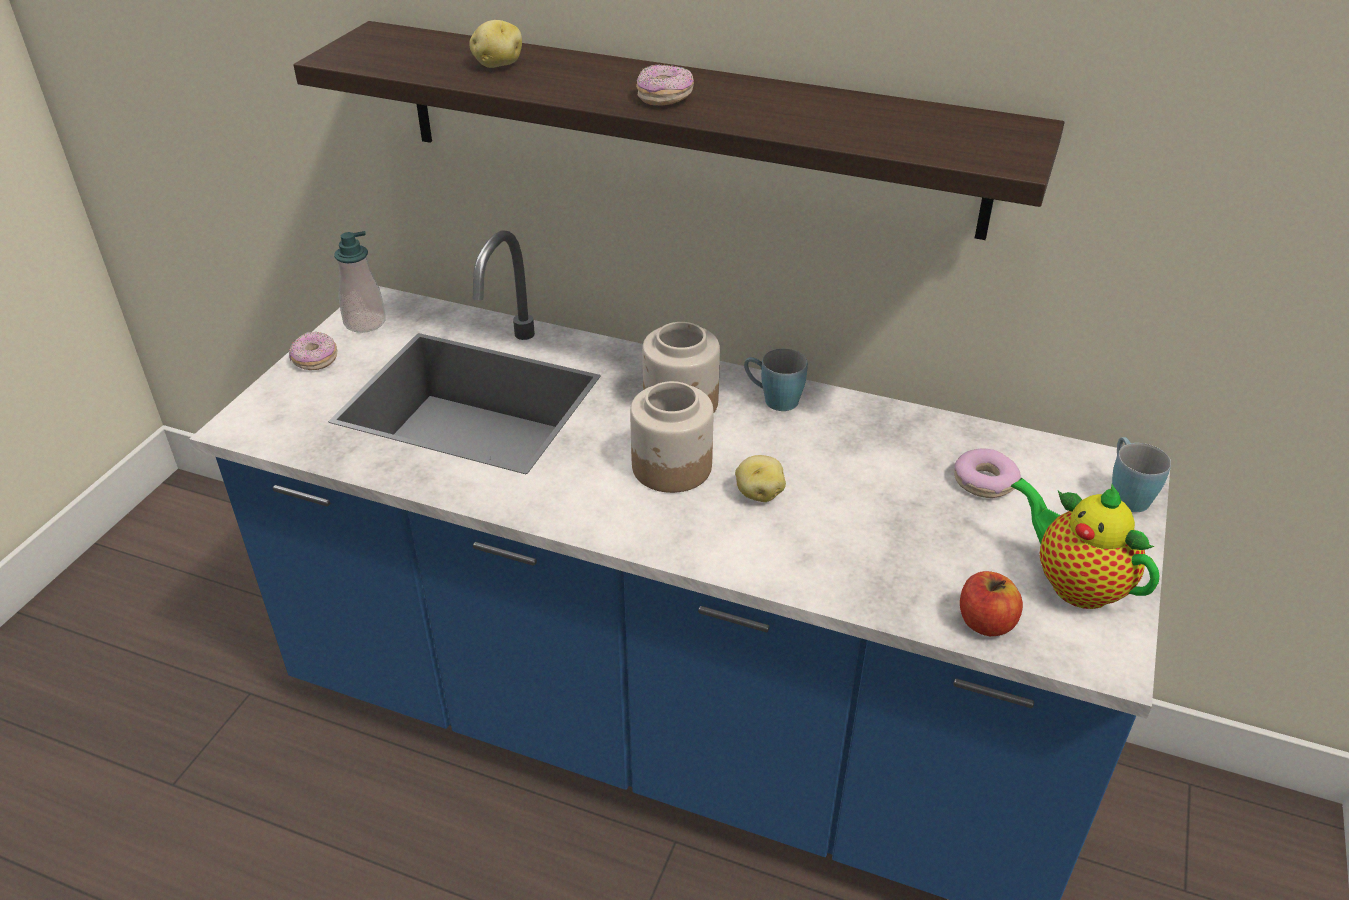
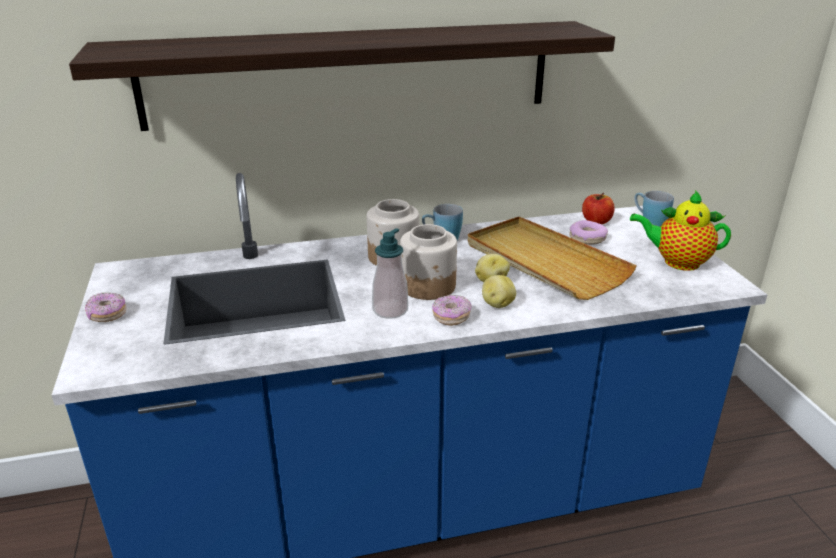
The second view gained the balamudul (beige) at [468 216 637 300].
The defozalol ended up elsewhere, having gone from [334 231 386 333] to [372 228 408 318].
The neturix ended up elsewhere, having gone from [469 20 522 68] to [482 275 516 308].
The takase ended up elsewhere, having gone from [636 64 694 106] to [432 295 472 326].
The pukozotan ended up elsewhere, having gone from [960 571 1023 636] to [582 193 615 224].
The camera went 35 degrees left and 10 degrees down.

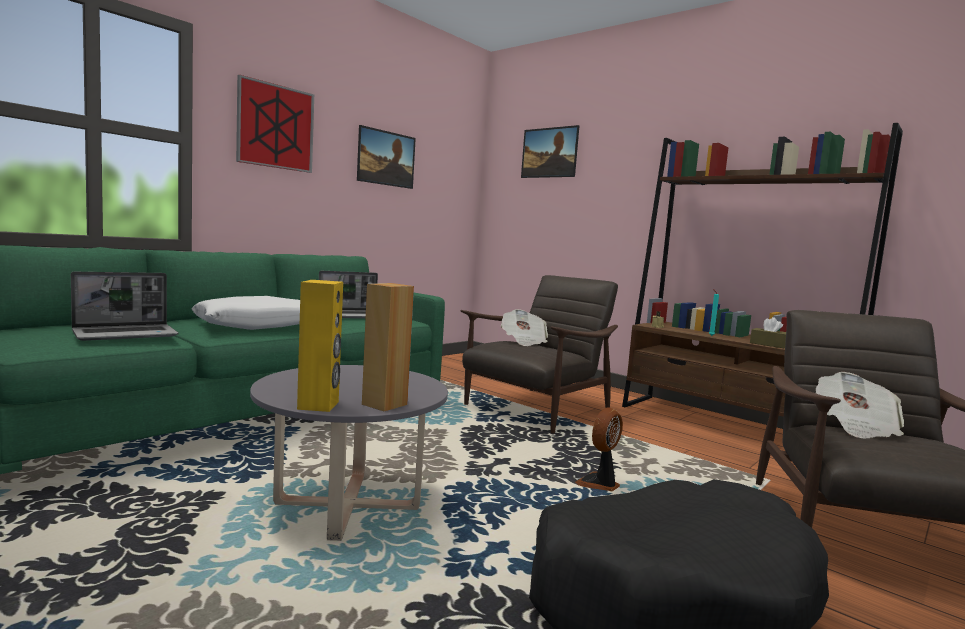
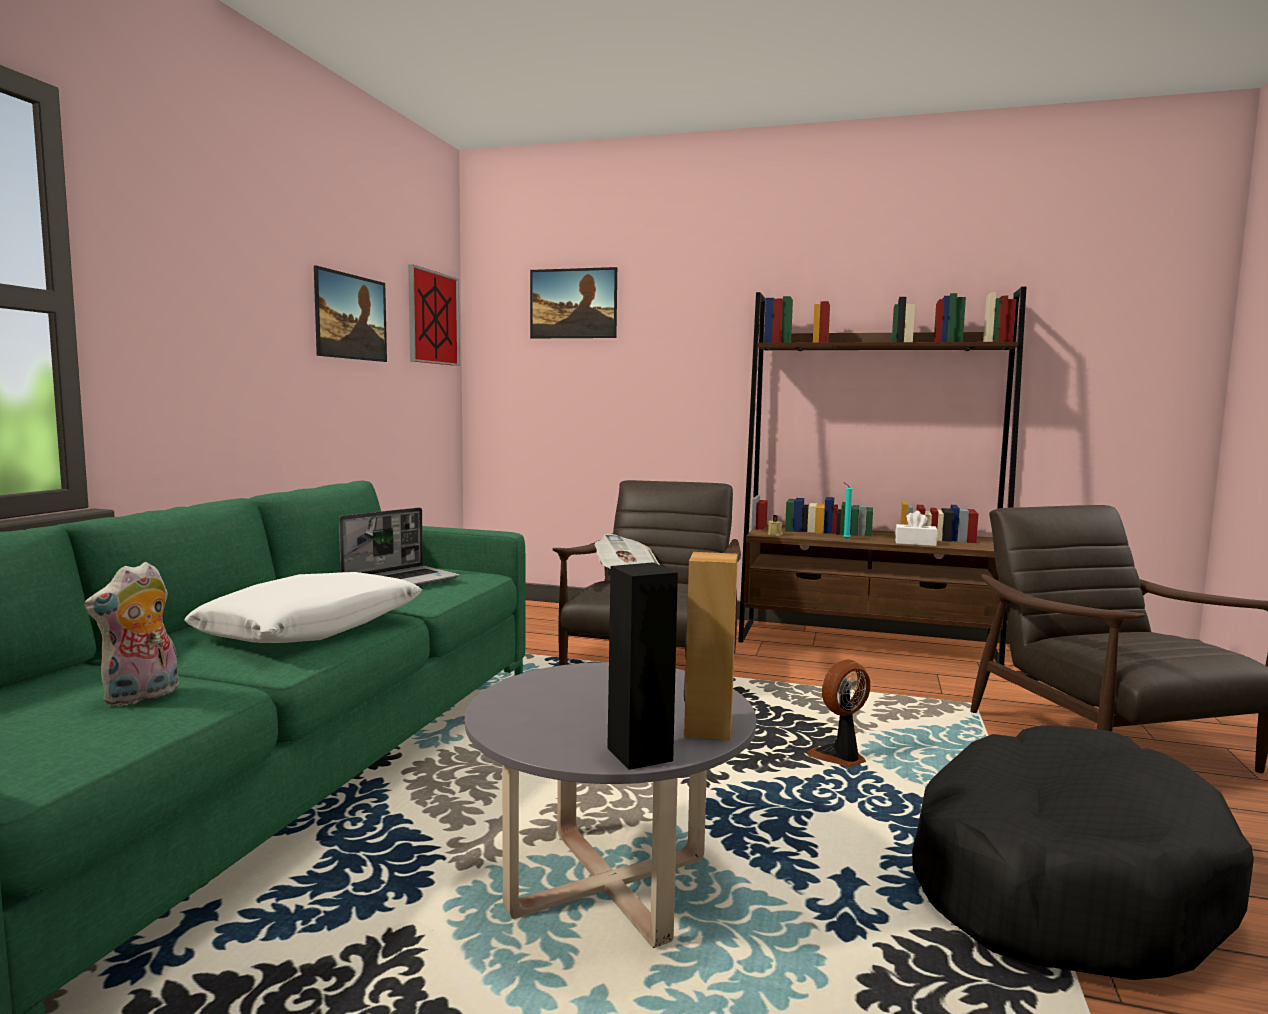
The second view lost the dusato at [816 372 904 438].
The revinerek ended up elsewhere, having gone from [236 75 314 173] to [408 264 460 366].
Where the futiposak stood at [71 272 179 341], the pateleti came to stand at [84 562 179 706].
What was the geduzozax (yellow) at [297 280 343 412] turned into the geduzozax (black) at [607 562 678 770].
What was the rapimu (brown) at [750 317 786 348] turned into the rapimu (white) at [895 511 938 546].
The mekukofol at [575 407 623 491] ended up facing another way, 45 degrees clockwise from before.
The camera went 25 degrees left and 0 degrees up.

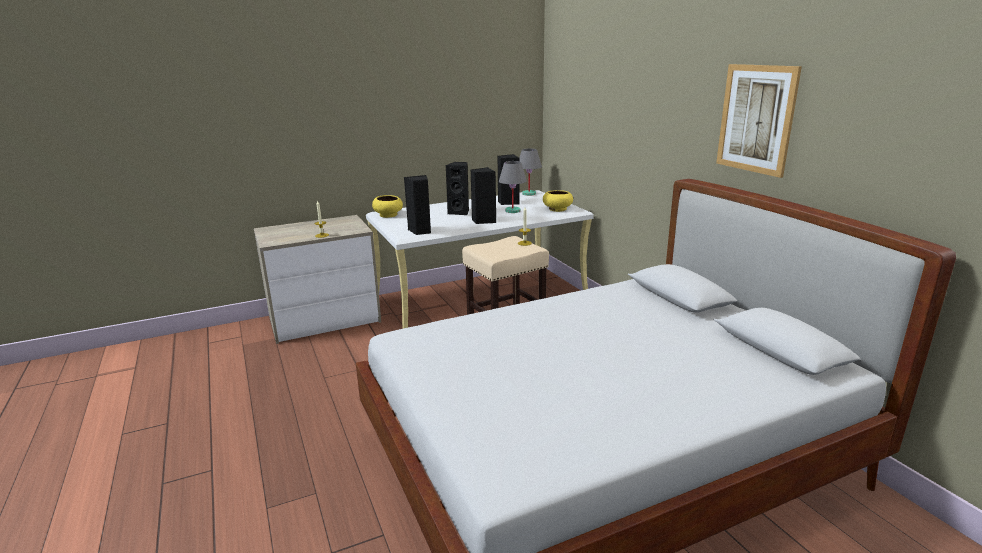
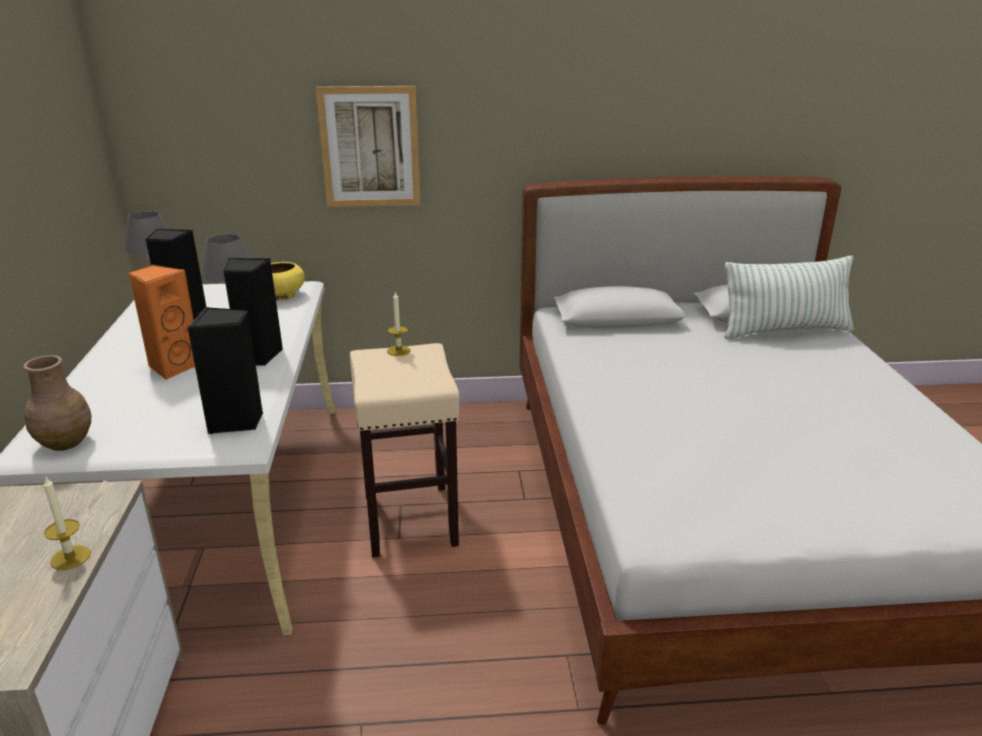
The second view gained the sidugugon at [724 256 854 339].
The revinerek ended up elsewhere, having gone from [716 64 802 178] to [316 86 421 207].
Where the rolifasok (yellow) stood at [372 195 403 218], the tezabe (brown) came to stand at [24 355 91 451].
What was the geduzozax (black) at [446 162 469 215] turned into the geduzozax (orange) at [128 264 195 380].
The camera went 70 degrees left and 5 degrees up.

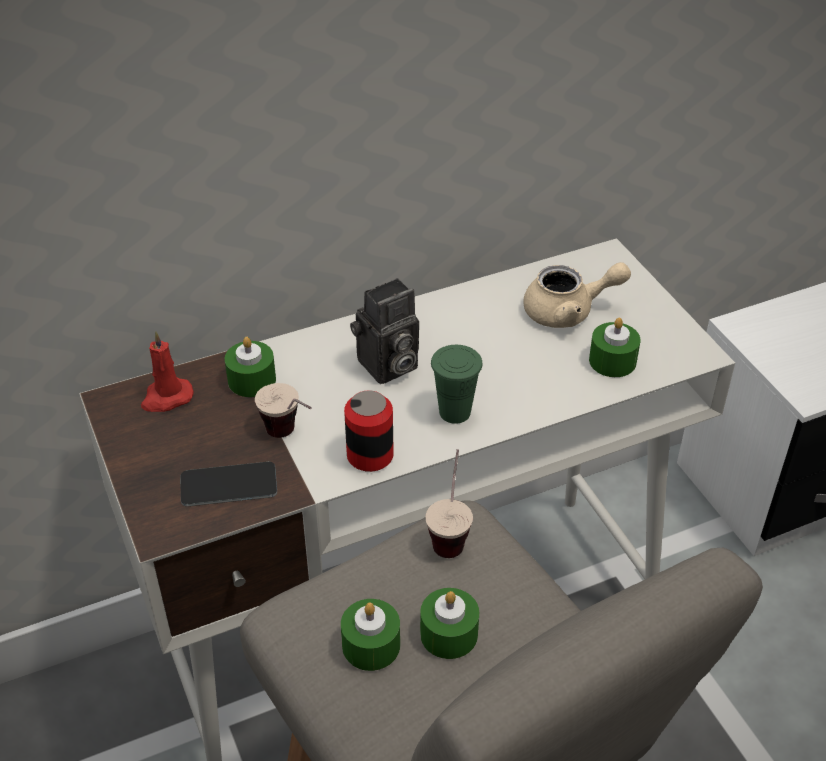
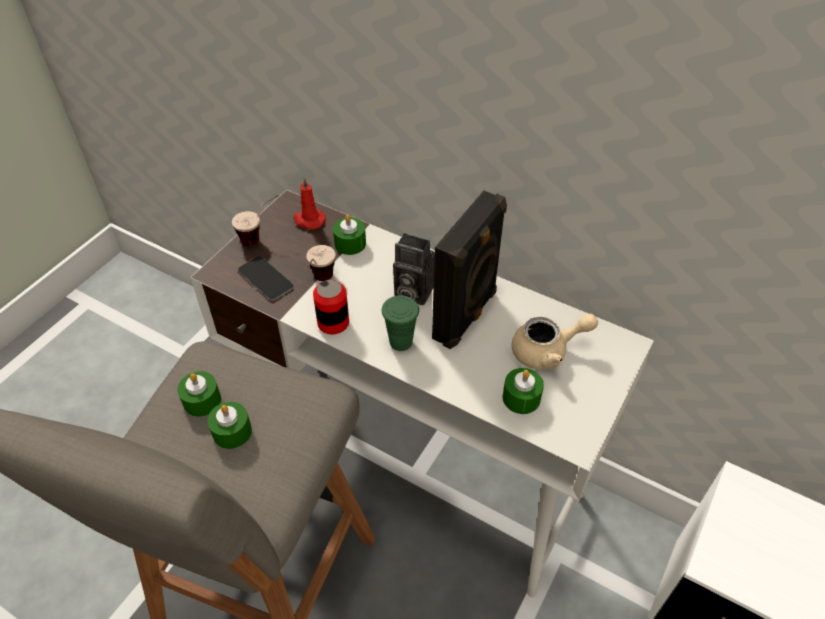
The second view gained the geduzozax (black) at [432 191 507 349].
The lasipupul ended up elsewhere, having gone from [425 449 473 558] to [232 195 278 246].
The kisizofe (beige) at [523 262 631 328] ended up facing another way, 60 degrees counterclockwise from before.
The camera went 55 degrees right and 5 degrees up.

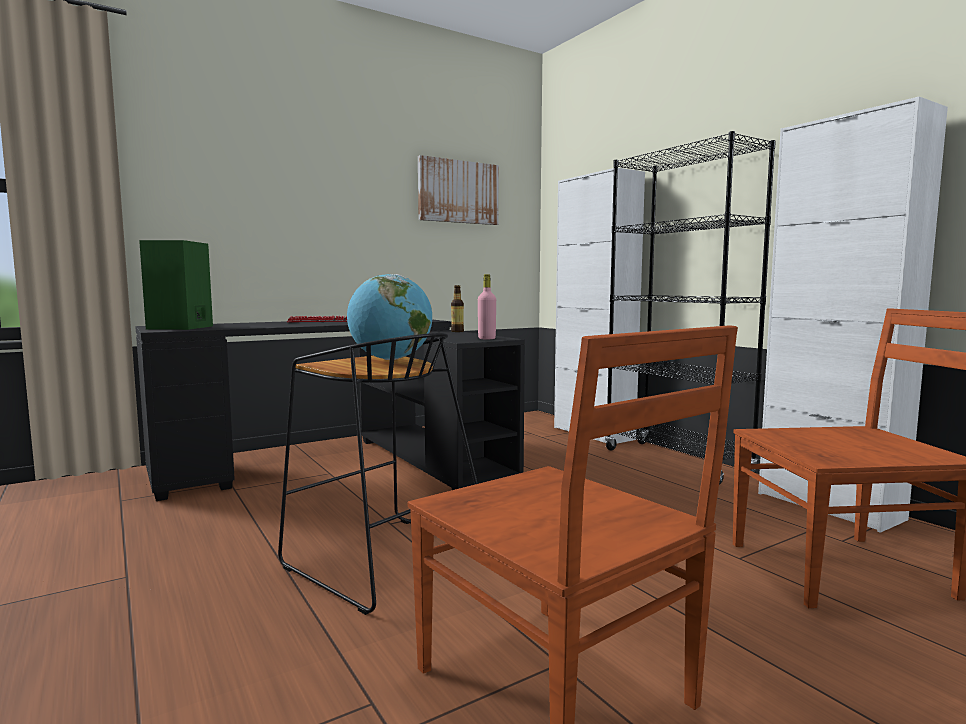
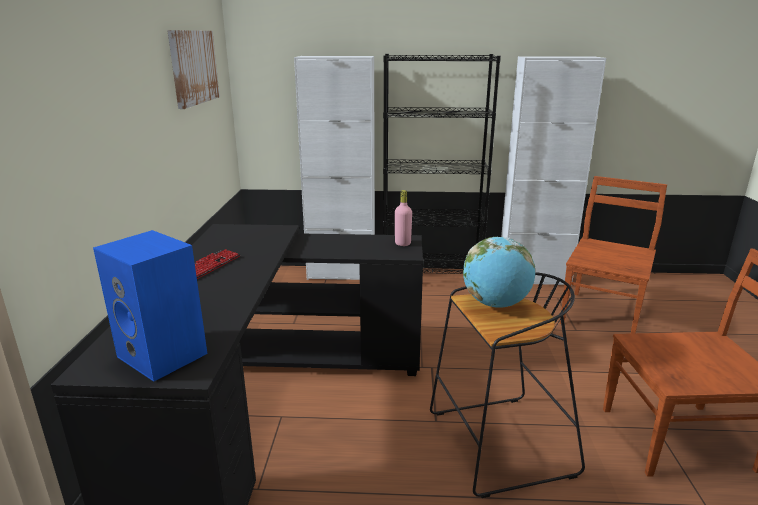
The second view lost the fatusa at [451 285 464 332].
What was the geduzozax (green) at [139 240 213 330] turned into the geduzozax (blue) at [93 230 208 382].
The camera went 55 degrees left and 15 degrees up.

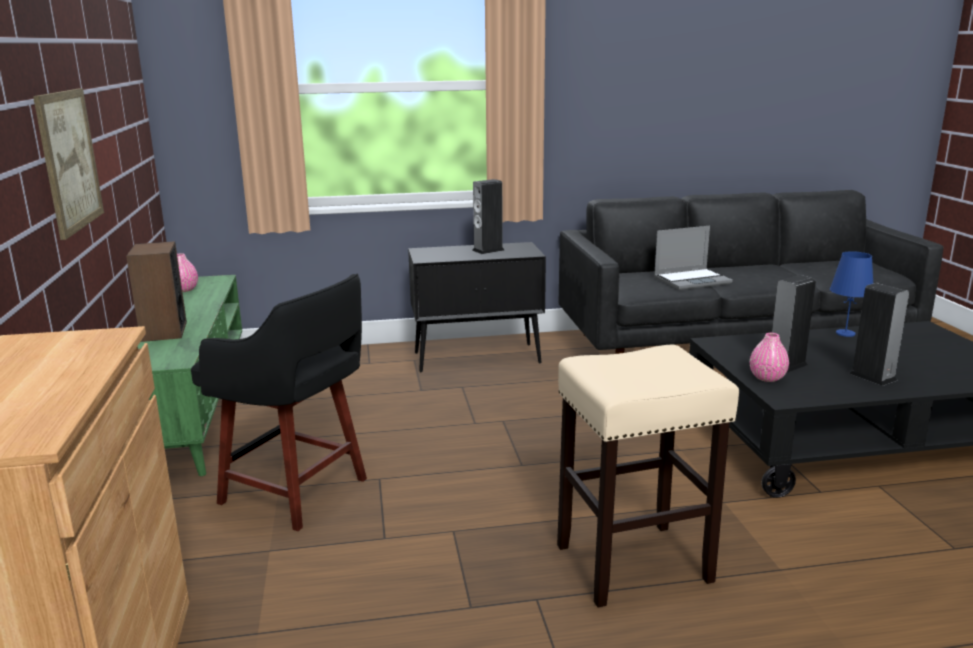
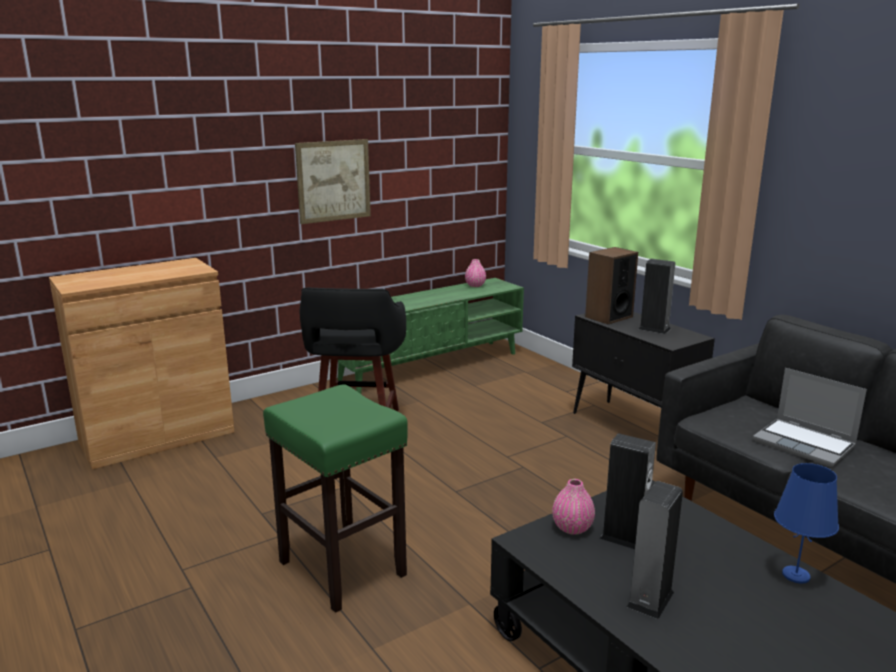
The geduzozax ended up elsewhere, having gone from [126 241 187 342] to [585 247 638 324].
What was the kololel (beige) at [557 345 739 608] turned into the kololel (green) at [263 384 408 613].
The camera went 65 degrees right and 0 degrees up.

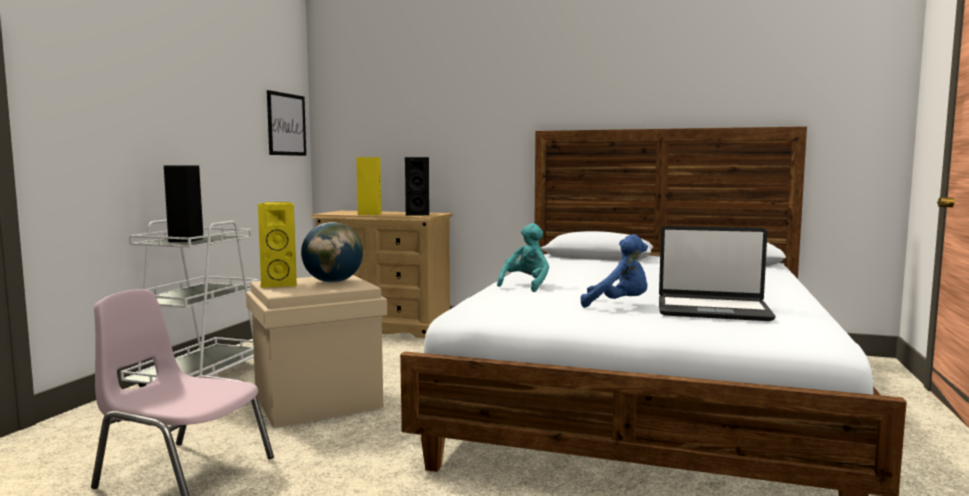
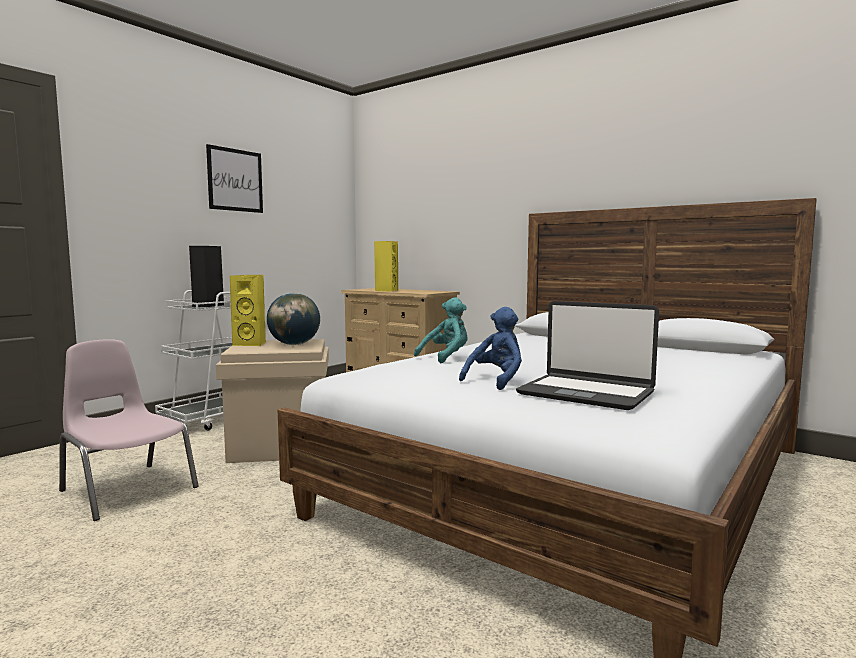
The second view lost the geduzozax (black) at [405 157 430 216].
The revinerek ended up elsewhere, having gone from [267 90 306 156] to [206 144 263 213].
The pateleti (blue) at [581 234 648 308] ended up facing another way, 90 degrees counterclockwise from before.
The camera went 20 degrees right and 0 degrees up.

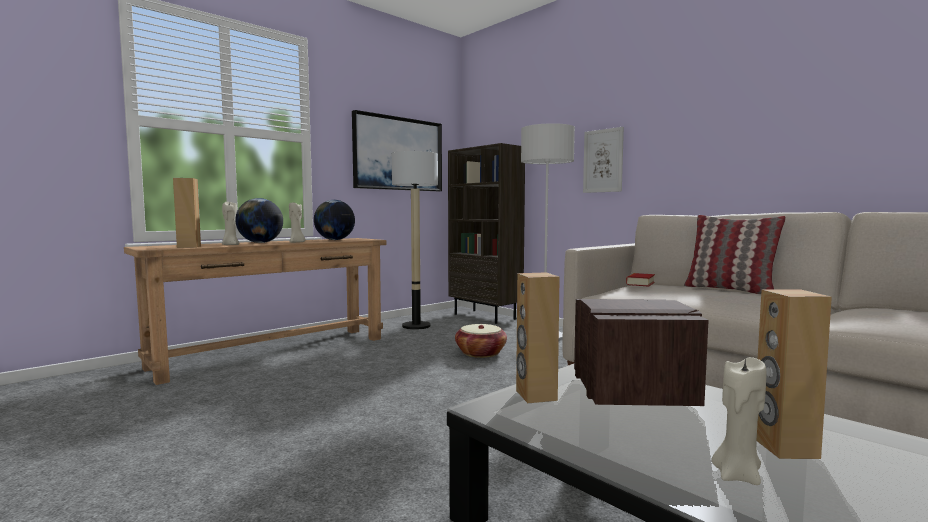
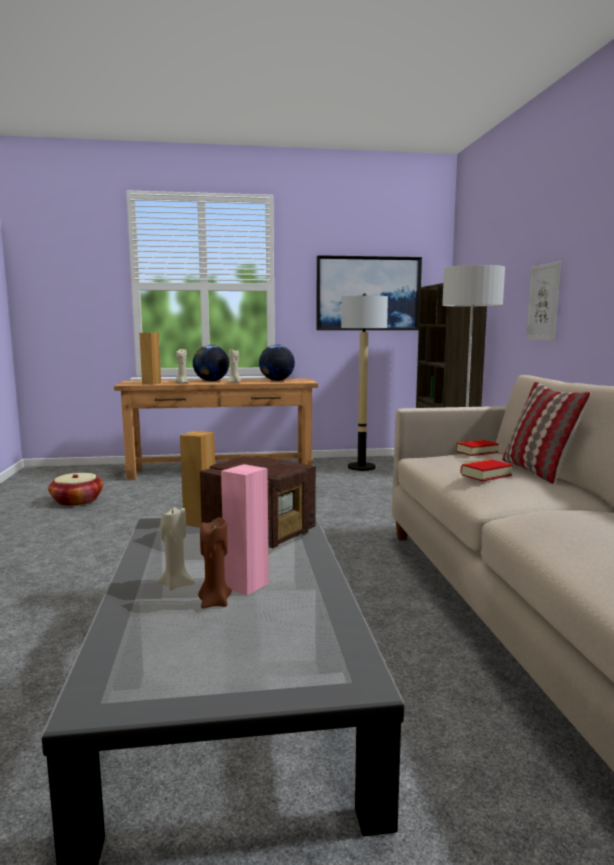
The second view gained the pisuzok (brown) at [198 517 232 609].
The second view gained the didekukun at [460 459 513 481].
The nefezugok ended up elsewhere, having gone from [455 324 507 358] to [48 473 103 506].
What was the geduzozax (brown) at [757 290 832 459] turned into the geduzozax (pink) at [221 464 269 595].
The camera went 35 degrees right and 5 degrees up.

